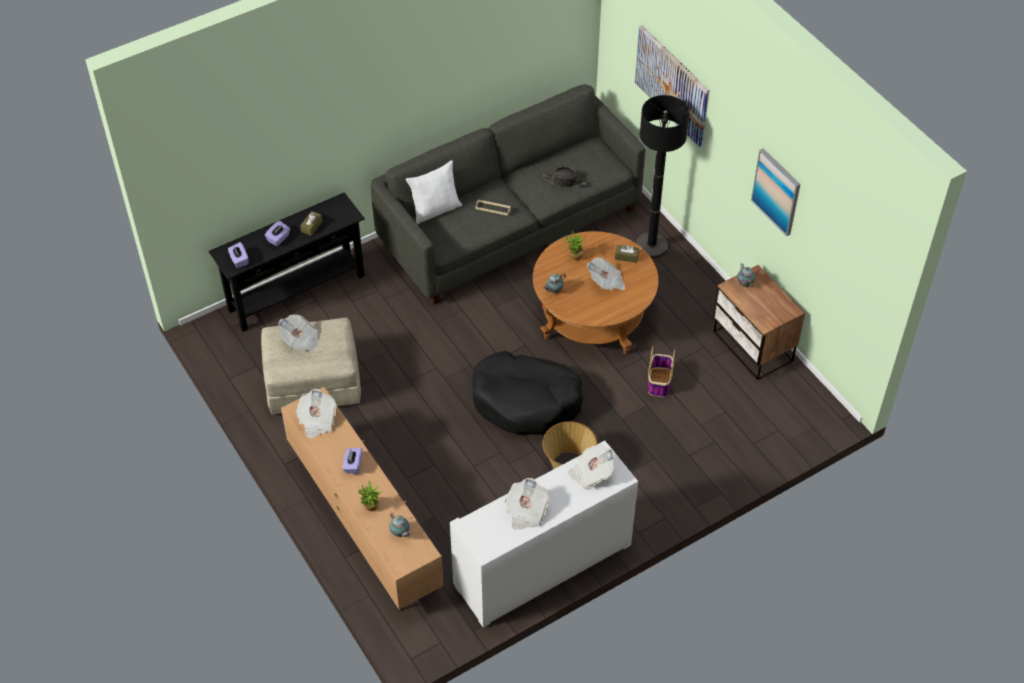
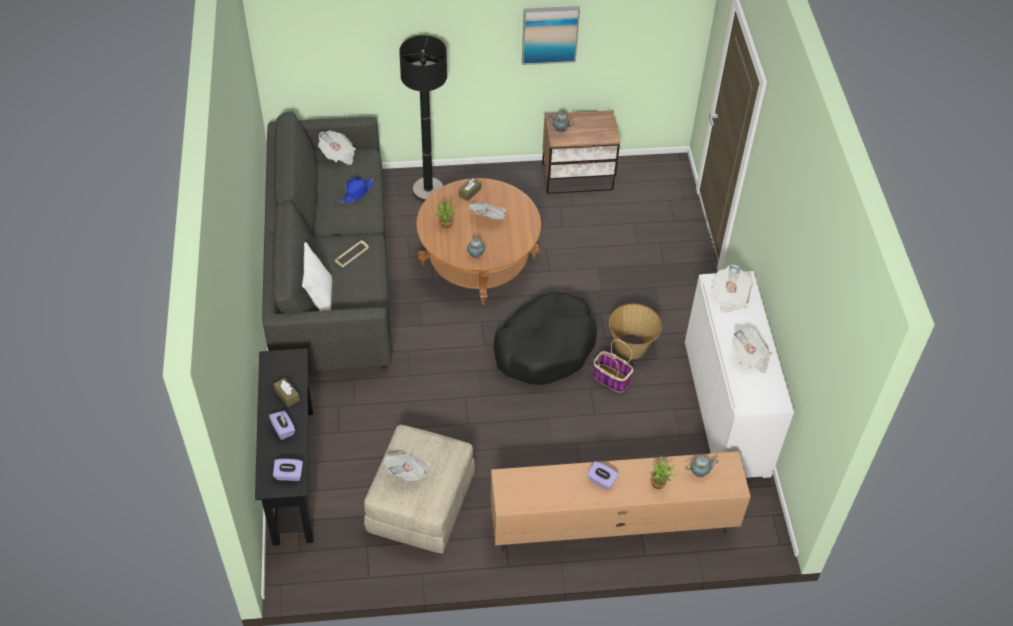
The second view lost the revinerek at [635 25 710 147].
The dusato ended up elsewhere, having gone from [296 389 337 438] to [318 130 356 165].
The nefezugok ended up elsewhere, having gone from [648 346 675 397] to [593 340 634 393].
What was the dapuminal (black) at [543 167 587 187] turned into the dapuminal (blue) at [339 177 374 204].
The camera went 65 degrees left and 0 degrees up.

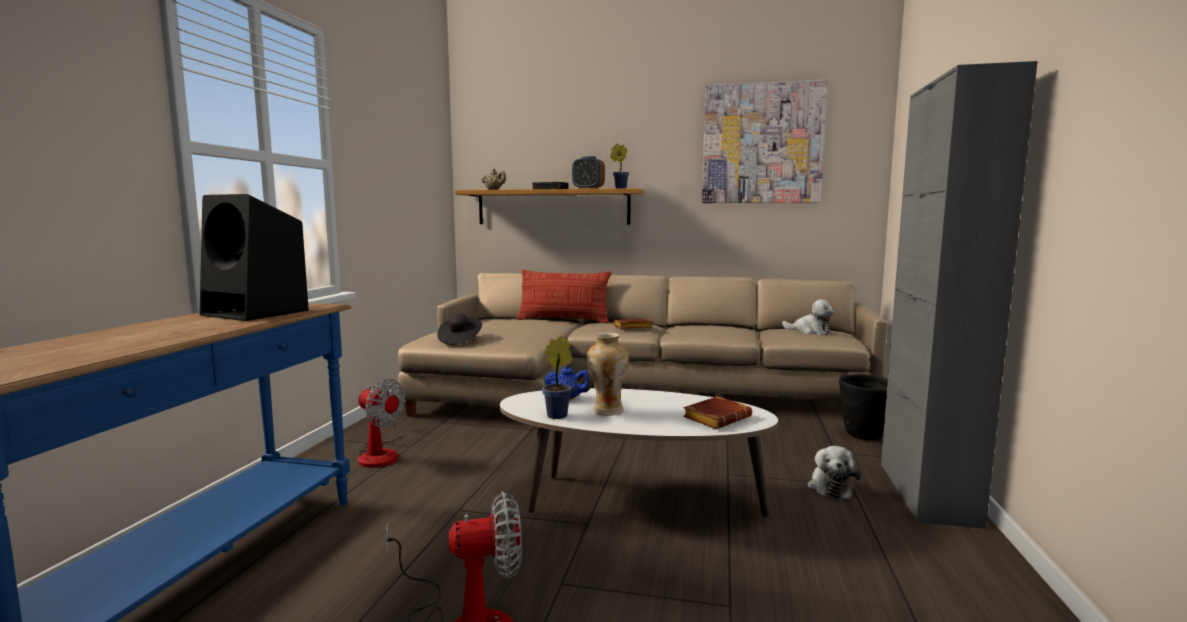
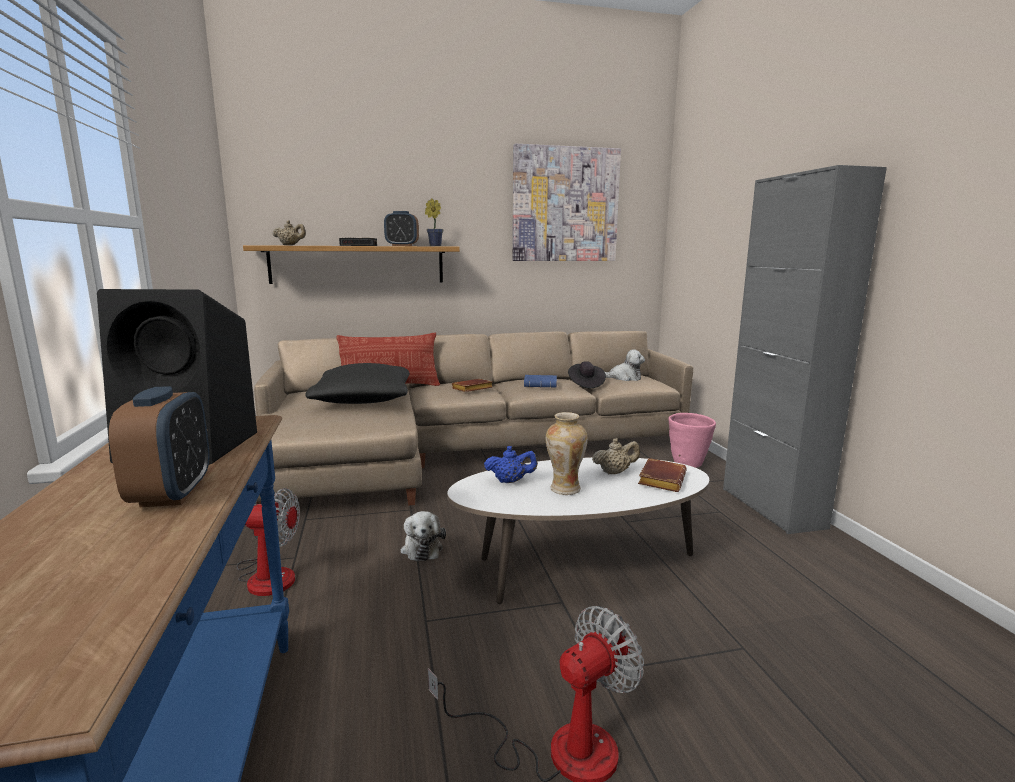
The second view lost the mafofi at [542 336 572 419].
The second view gained the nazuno at [109 386 209 508].
The second view gained the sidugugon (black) at [305 363 410 404].
The second view gained the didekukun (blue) at [524 375 557 388].
The second view gained the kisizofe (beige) at [592 438 640 474].
The dapuminal (black) ended up elsewhere, having gone from [437 314 482 345] to [568 361 606 388].
The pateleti ended up elsewhere, having gone from [808 446 861 499] to [400 511 446 562].
What was the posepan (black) at [839 374 888 440] turned into the posepan (pink) at [668 413 716 468].
The camera went 25 degrees left and 5 degrees up.

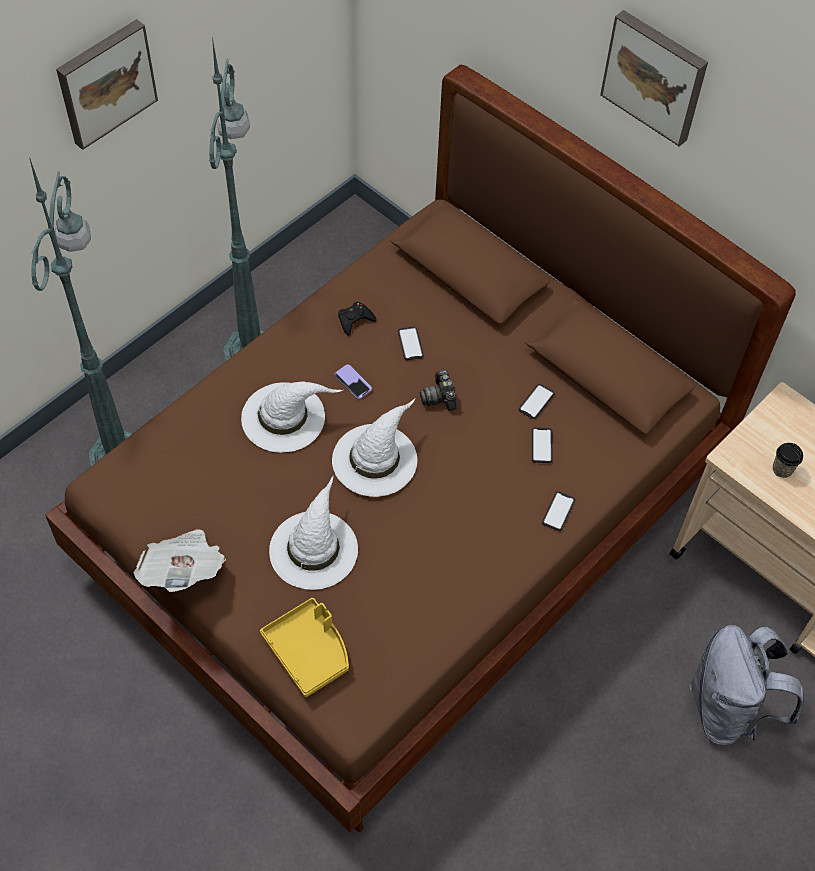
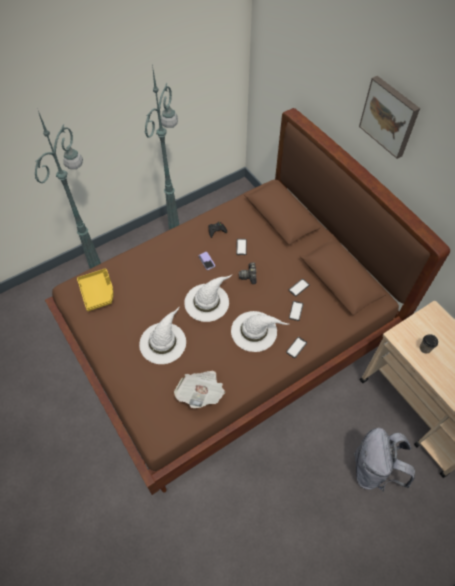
The second view lost the revinerek at [56 19 158 150].
The dusato ended up elsewhere, having gone from [134 529 226 592] to [174 371 225 408].
The dapuminal (white) ended up elsewhere, having gone from [241 382 343 453] to [231 311 289 352].
The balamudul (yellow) ended up elsewhere, having gone from [260 598 349 697] to [77 268 113 311].
The camera went 15 degrees right and 0 degrees up.

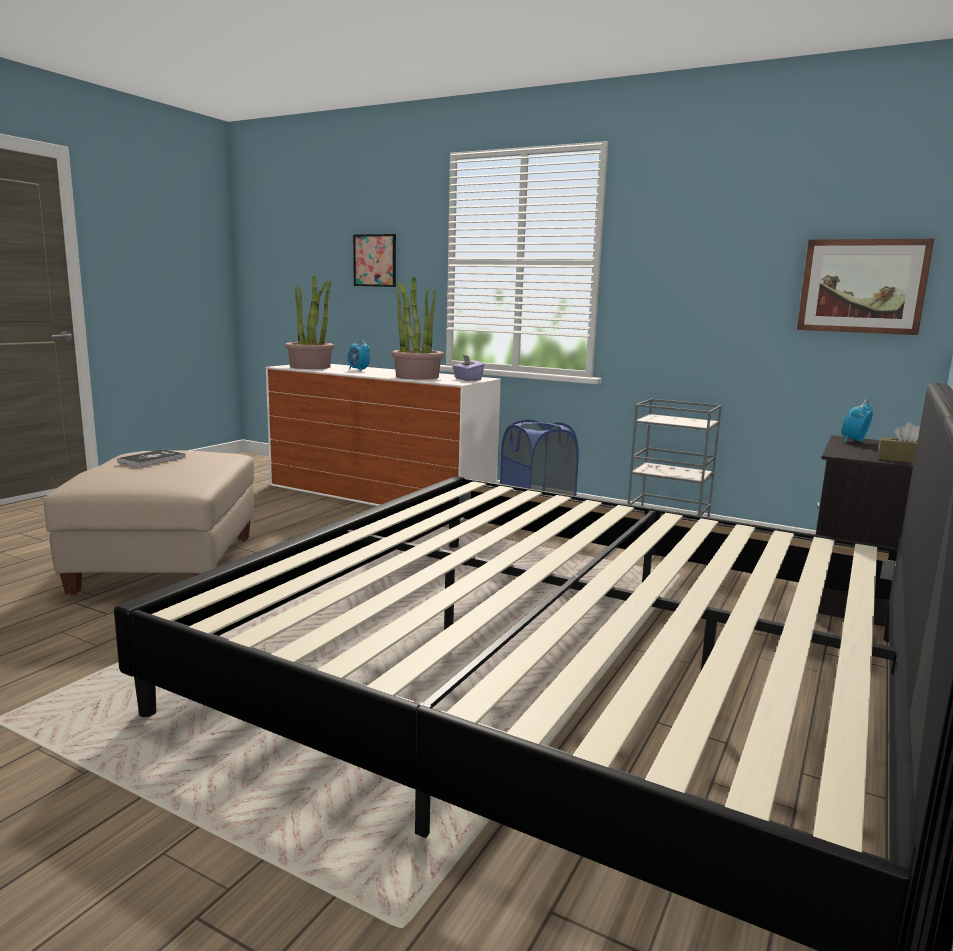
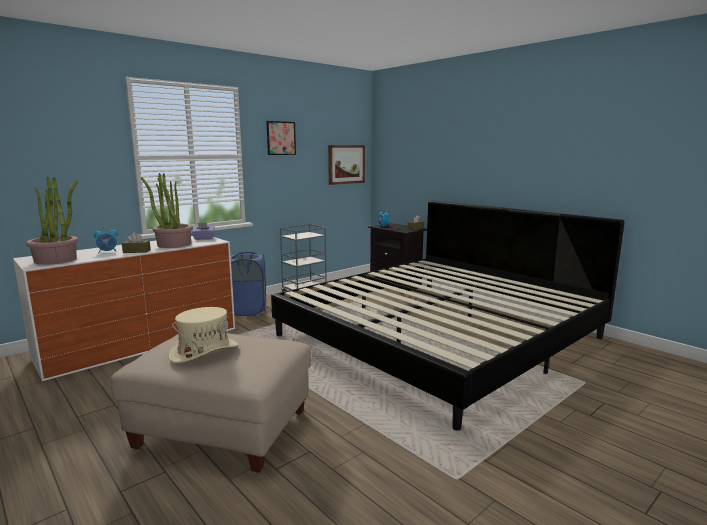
The second view gained the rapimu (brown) at [122 232 151 253].
The revinerek ended up elsewhere, having gone from [353 234 396 287] to [267 121 296 155].
Where the didekukun stood at [117 450 185 467], the dapuminal (beige) came to stand at [168 307 238 363].
The camera went 70 degrees left and 0 degrees up.

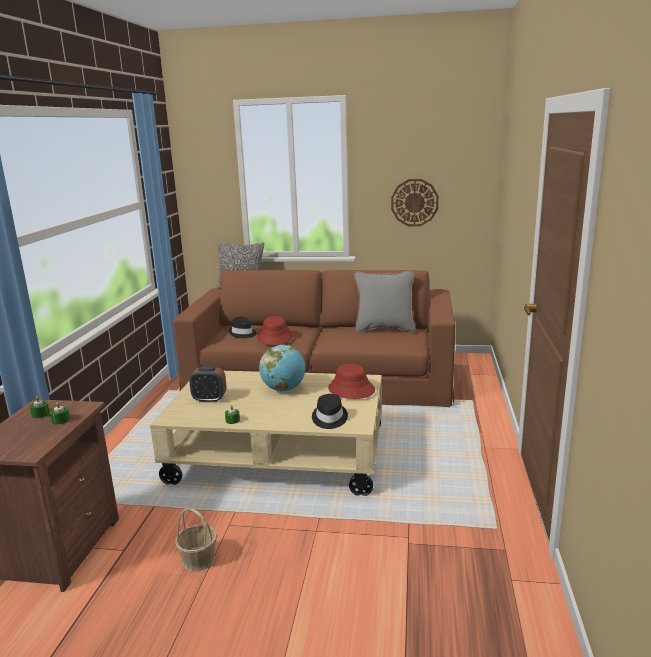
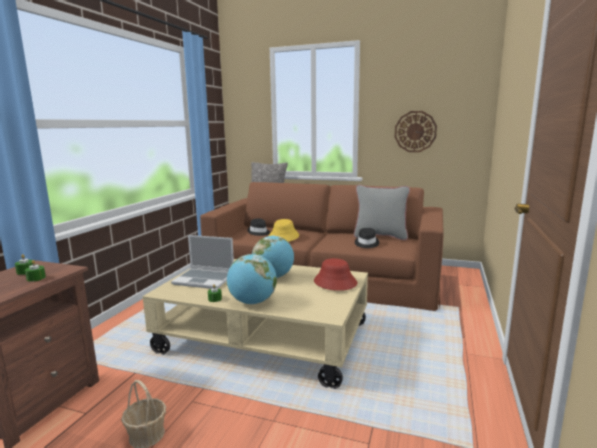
The second view gained the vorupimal at [227 254 277 304].
The dapuminal (black) ended up elsewhere, having gone from [312 394 348 429] to [355 228 379 248].
Where the nazuno stood at [189 366 227 402], the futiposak came to stand at [171 235 234 289].
What was the dapuminal (red) at [257 316 293 345] turned into the dapuminal (yellow) at [269 219 299 242].
The camera went 10 degrees right and 5 degrees down.

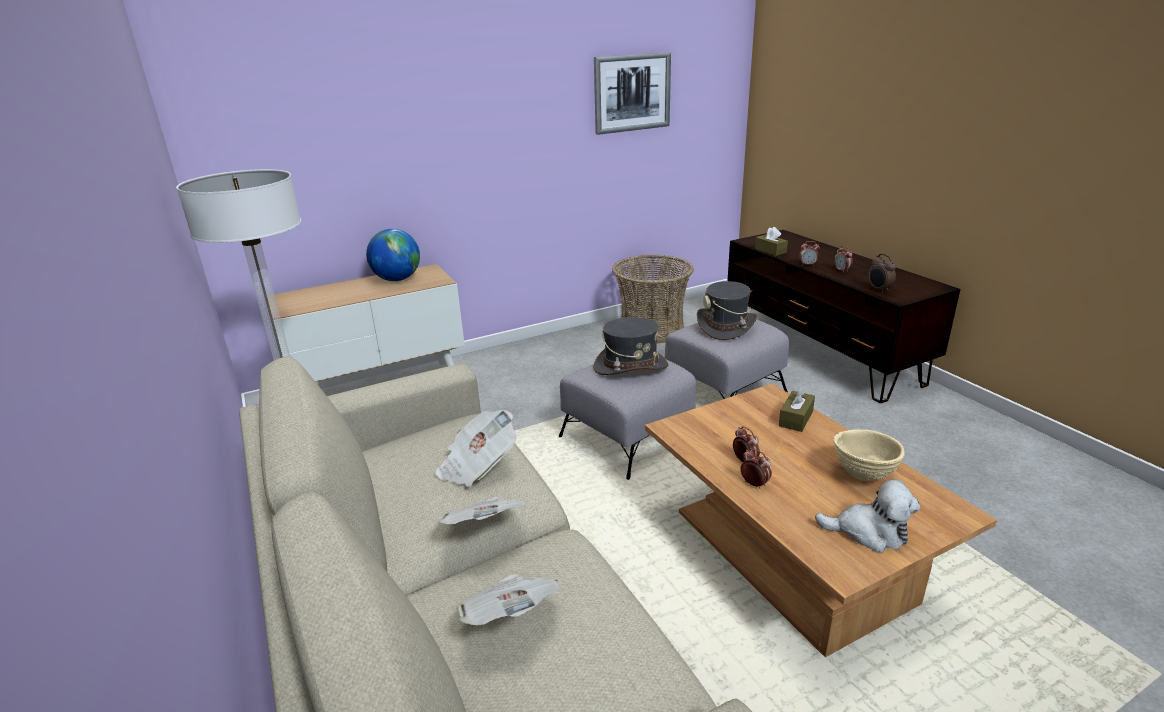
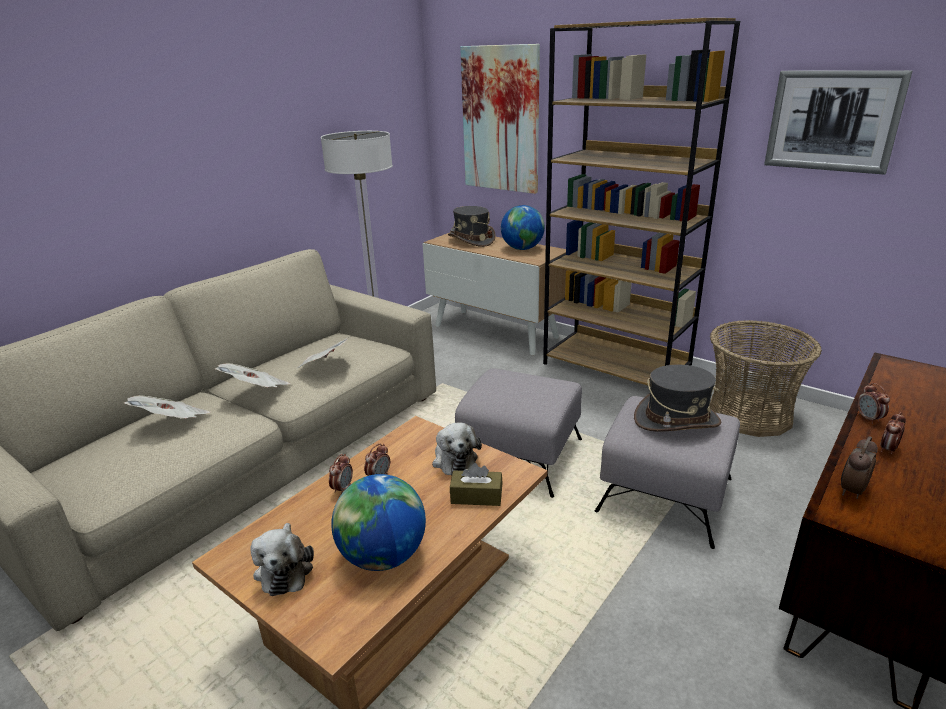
The second view lost the rapimu (brown) at [755 227 788 256].
The second view gained the pateleti at [432 422 482 475].
The second view gained the revinerek at [460 44 540 194].
The second view gained the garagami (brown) at [543 18 740 386].
The dapuminal (grey) ended up elsewhere, having gone from [593 317 668 375] to [448 206 496 247].
Where the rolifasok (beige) stood at [833 429 905 481], the vorupimal came to stand at [331 474 426 571].
The camera went 65 degrees right and 0 degrees up.

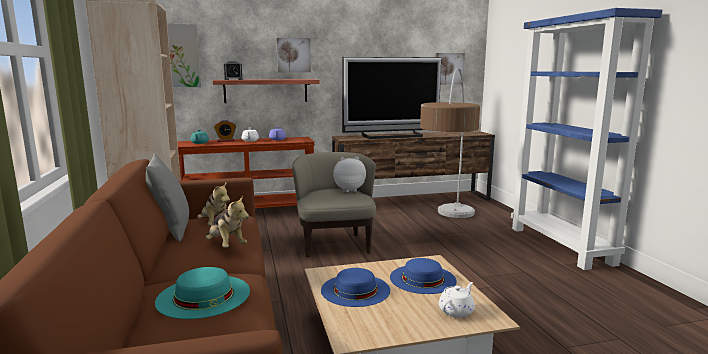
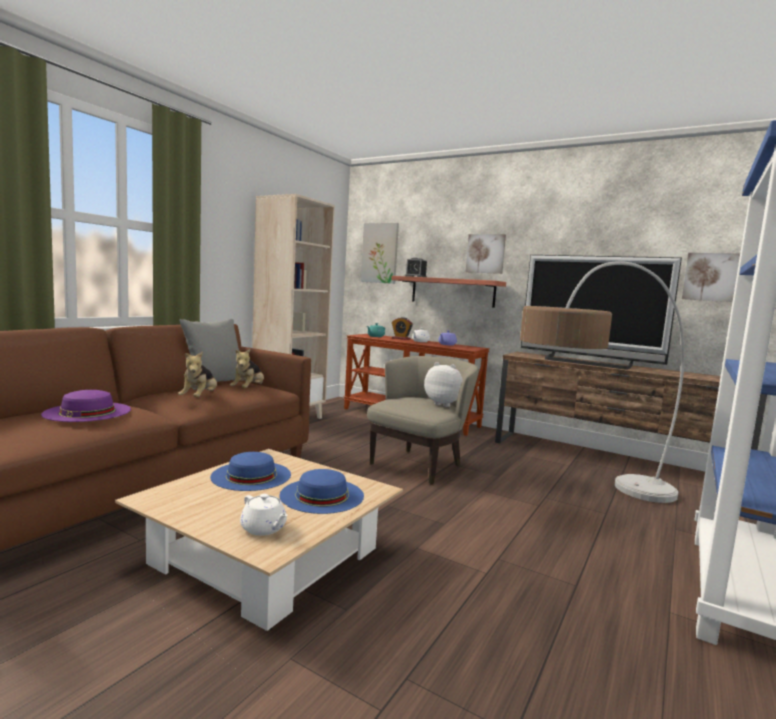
What was the dapuminal (turquoise) at [155 267 250 319] turned into the dapuminal (purple) at [41 390 131 422].
The kisizofe (white) at [439 282 475 318] ended up facing another way, 45 degrees clockwise from before.
The camera went 45 degrees right and 5 degrees down.

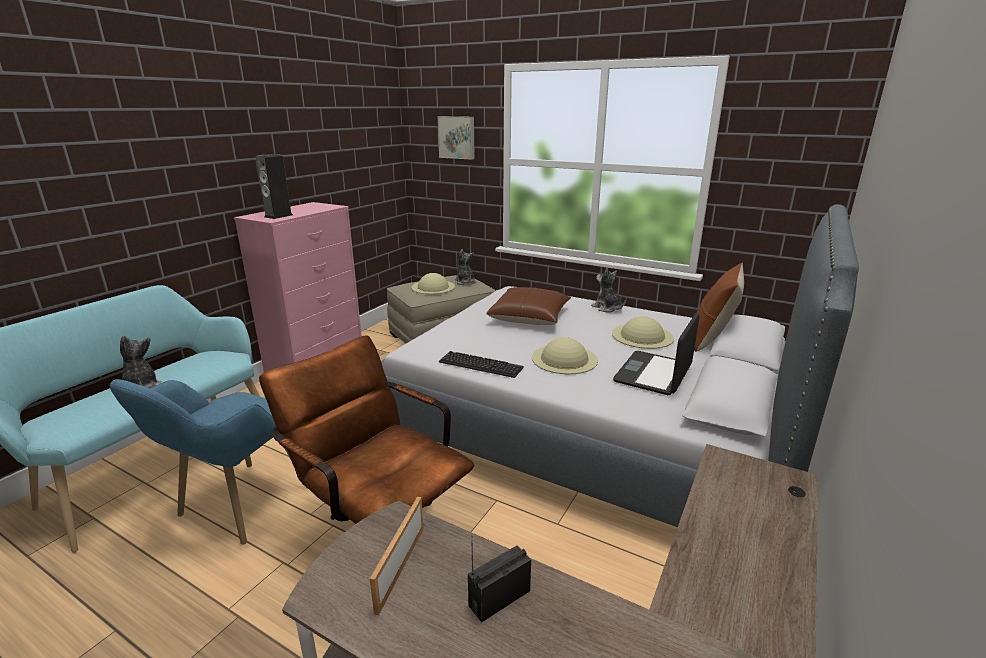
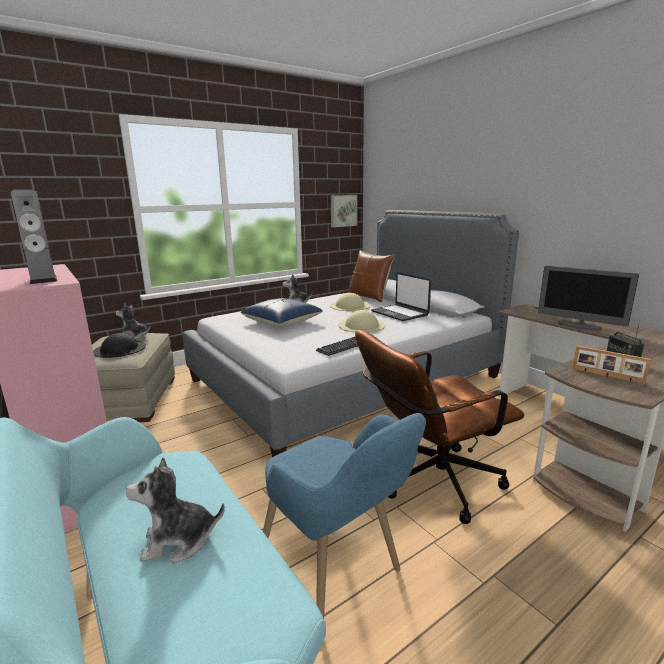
The second view gained the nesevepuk at [538 265 639 330].
The revinerek ended up elsewhere, having gone from [438 116 475 160] to [331 195 357 227].
What was the dapuminal (beige) at [411 273 455 294] turned into the dapuminal (black) at [93 333 146 358].
What was the sidugugon (brown) at [486 287 571 325] turned into the sidugugon (blue) at [241 298 323 327].
The camera went 65 degrees left and 5 degrees down.

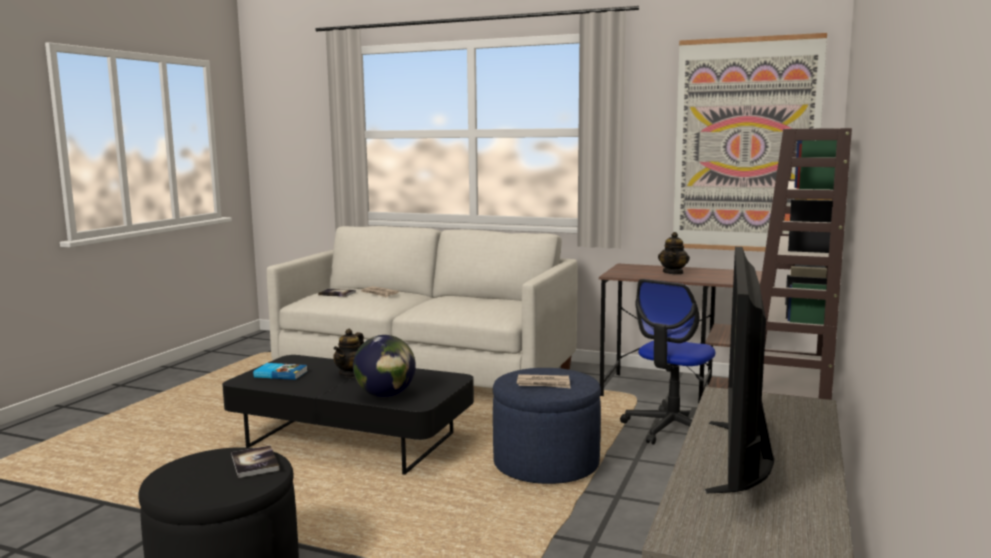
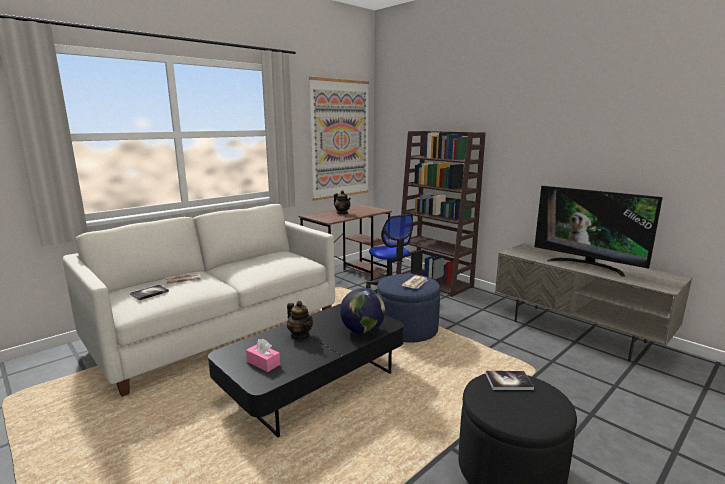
Where the didekukun stood at [253 363 308 380], the rapimu (pink) came to stand at [246 339 280 372].
The camera went 65 degrees left and 5 degrees up.

